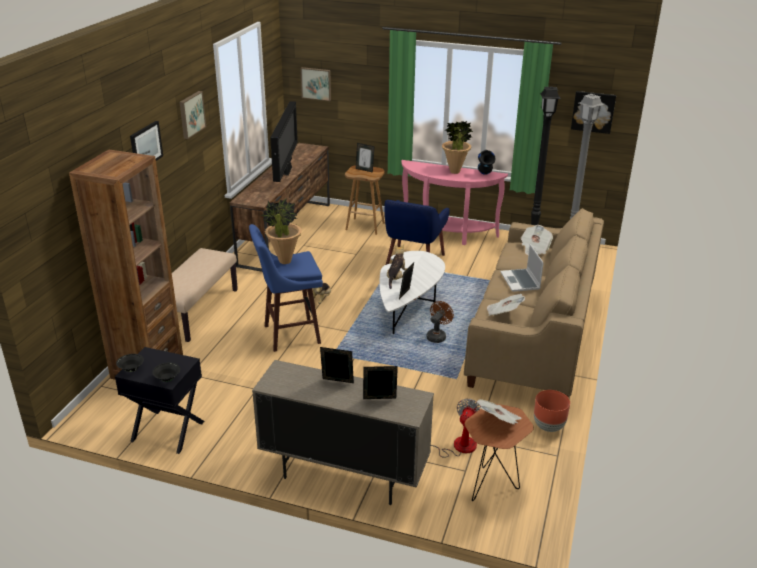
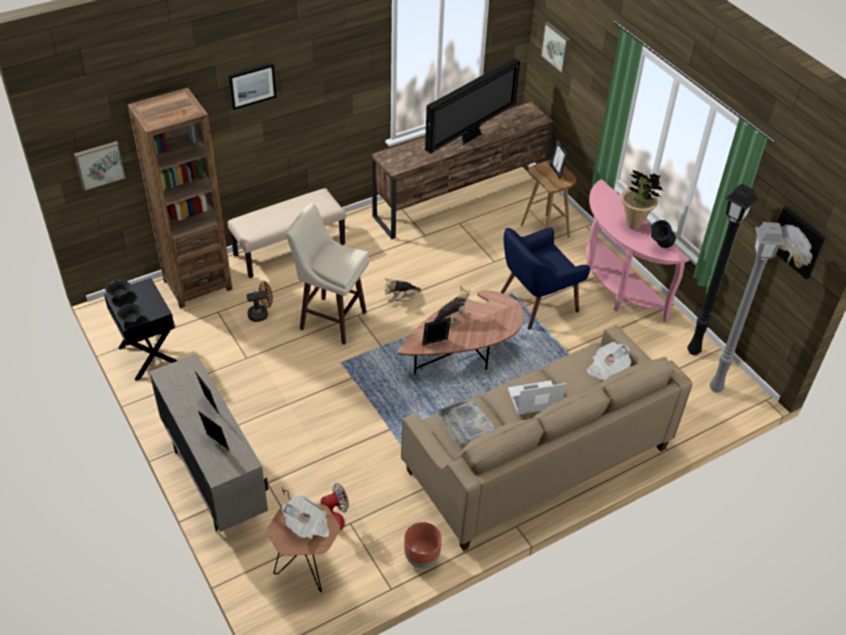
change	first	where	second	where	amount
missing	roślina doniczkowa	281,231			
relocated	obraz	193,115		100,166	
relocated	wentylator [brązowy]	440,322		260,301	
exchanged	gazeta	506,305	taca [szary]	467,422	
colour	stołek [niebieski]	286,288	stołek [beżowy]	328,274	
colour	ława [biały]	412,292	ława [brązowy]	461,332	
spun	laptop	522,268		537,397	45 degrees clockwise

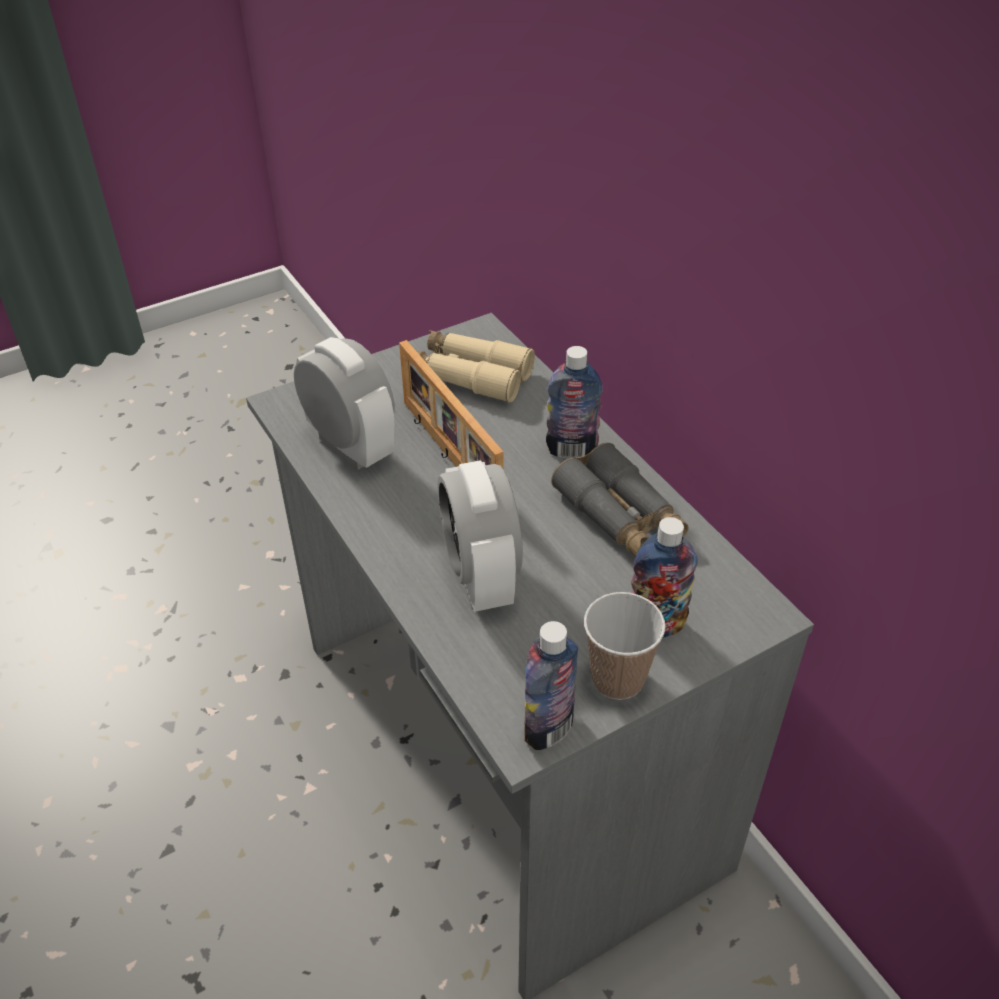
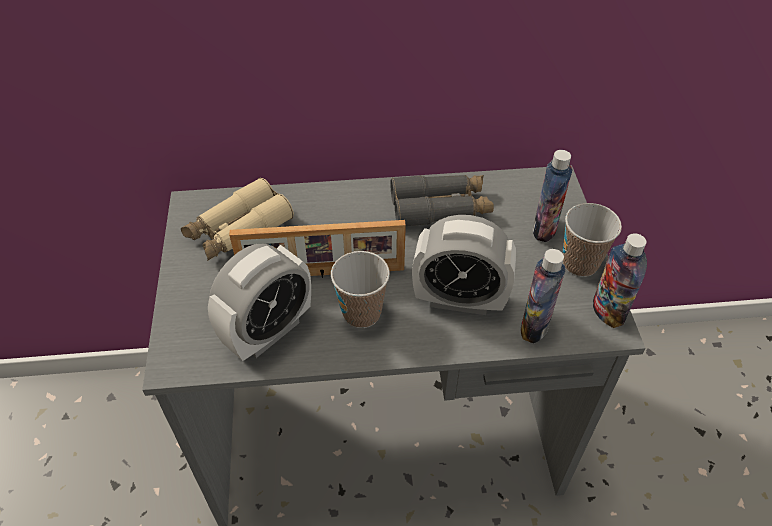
change	first	where	second	where	amount
appeared			filiżanka	360,289	
relocated	butelka	574,402		543,296	
spun	budzik	344,403		259,302	150 degrees clockwise

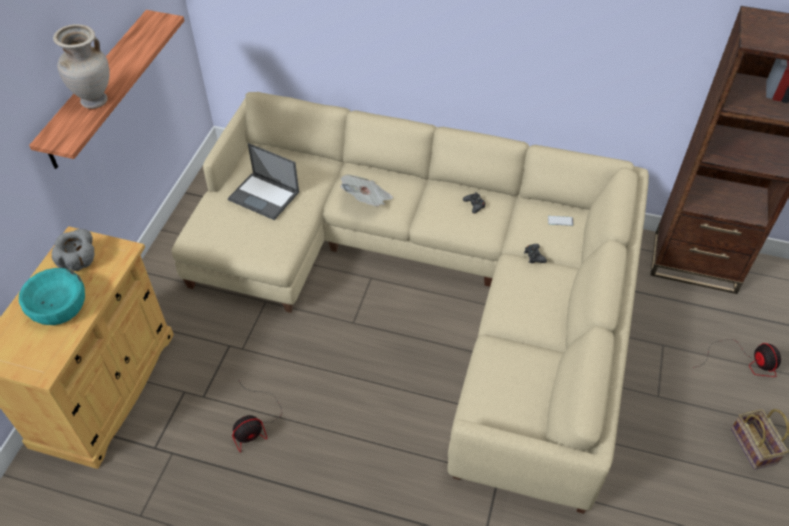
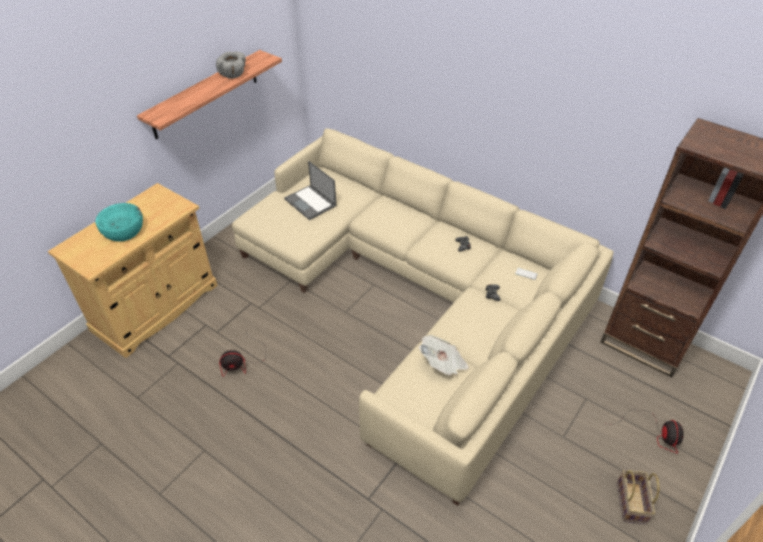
change	first	where	second	where	amount
missing	wazon [beżowy]	81,66			
relocated	miska [szary]	73,250		231,65	
relocated	gazeta	366,190		443,355	

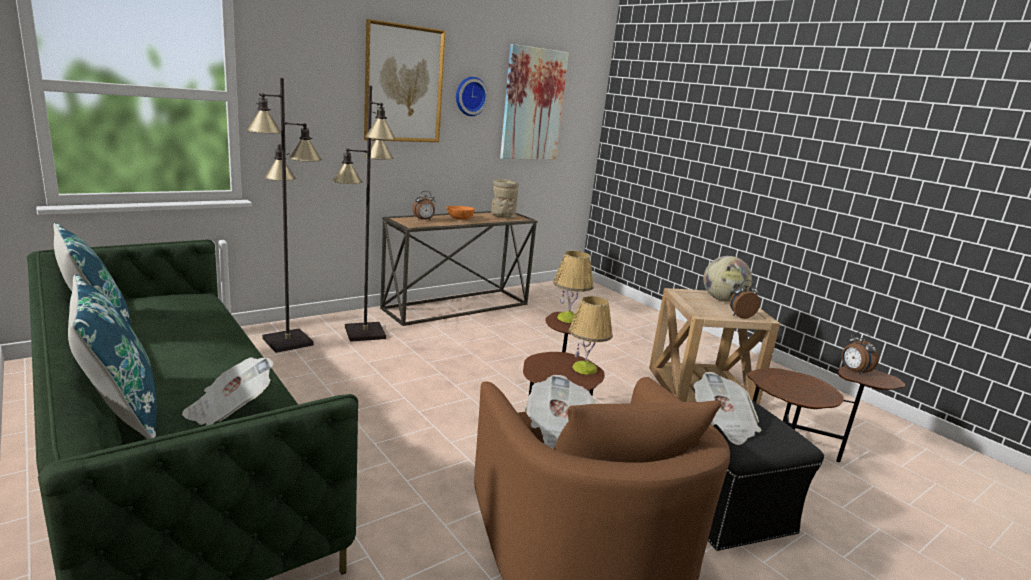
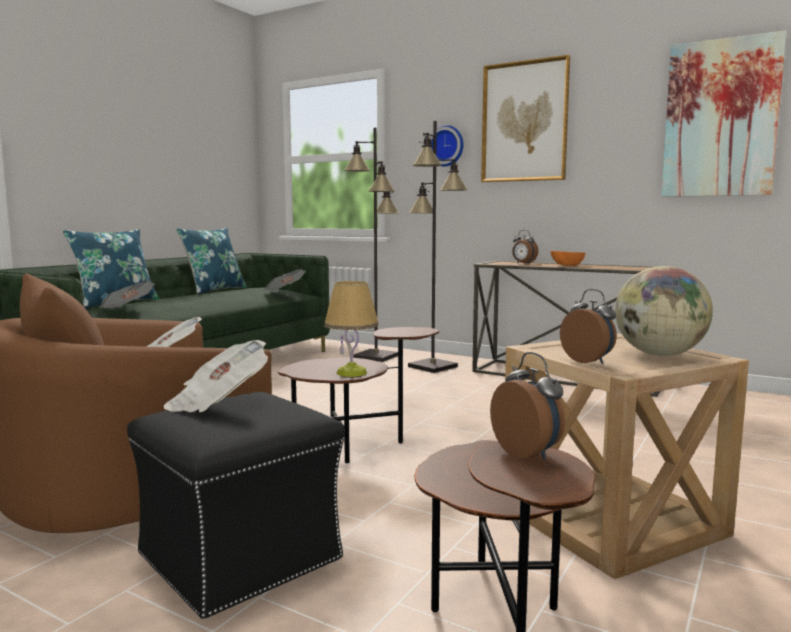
change	first	where	second	where	amount
missing	wazon [beżowy]	505,199			
missing	lampa stołowa	573,287			
appeared			gazeta	284,280	
relocated	zegar ścienny	472,96		447,145	
spun	budzik	860,353		527,406	105 degrees clockwise

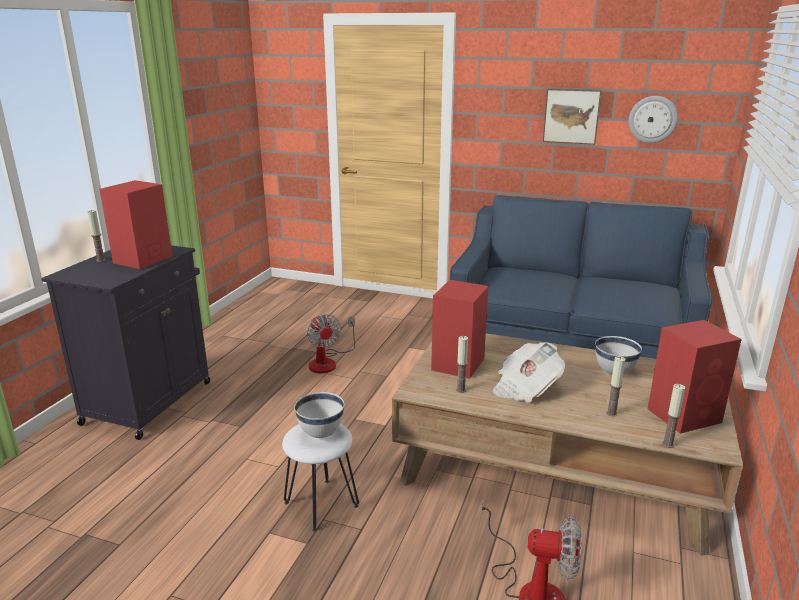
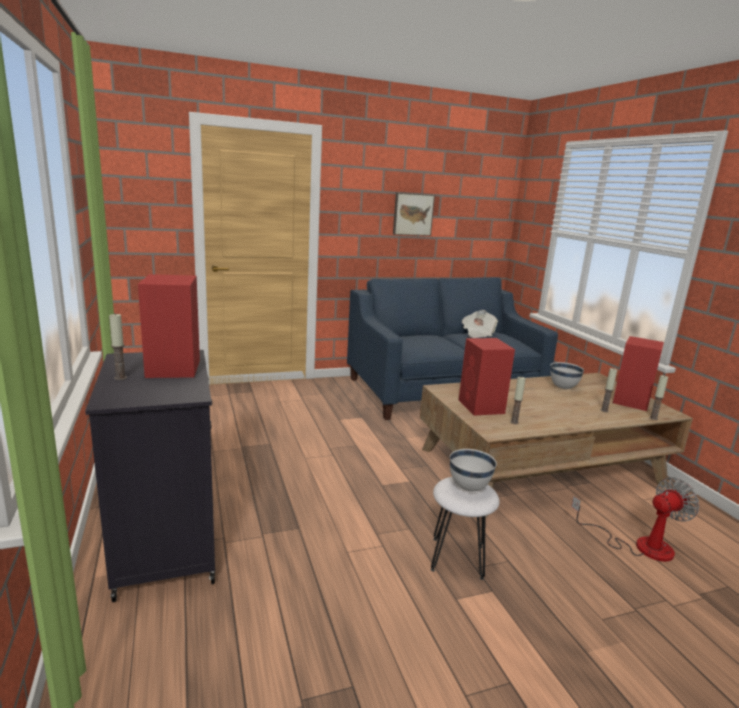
change	first	where	second	where	amount
missing	wentylator	331,343			
missing	zegar ścienny	653,119			
relocated	gazeta	529,372		480,324	

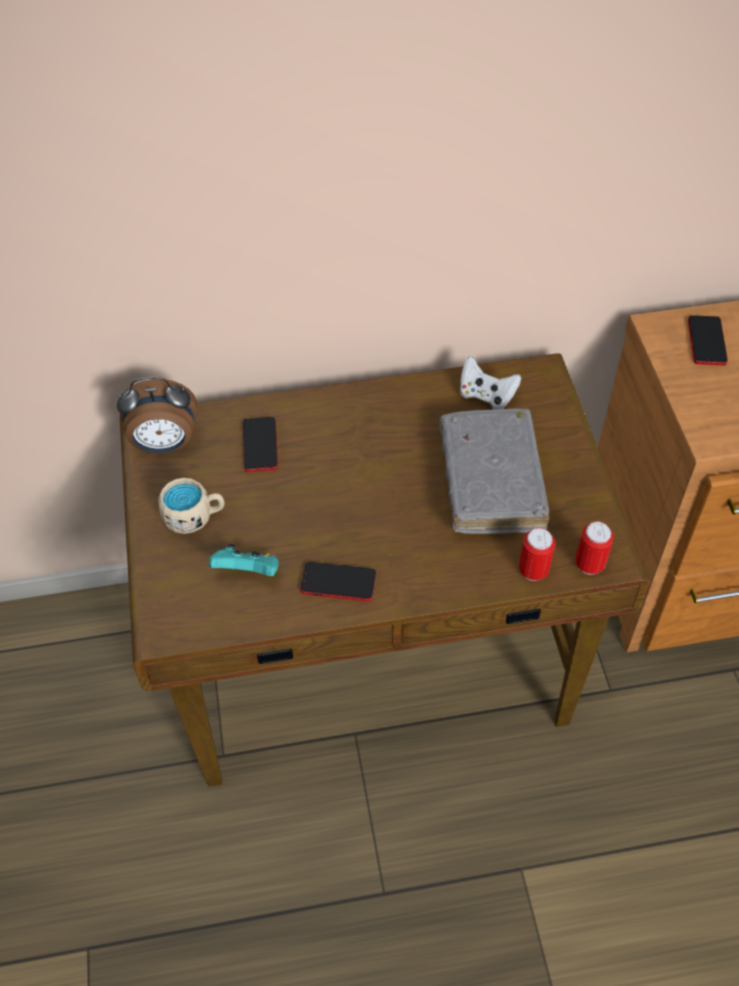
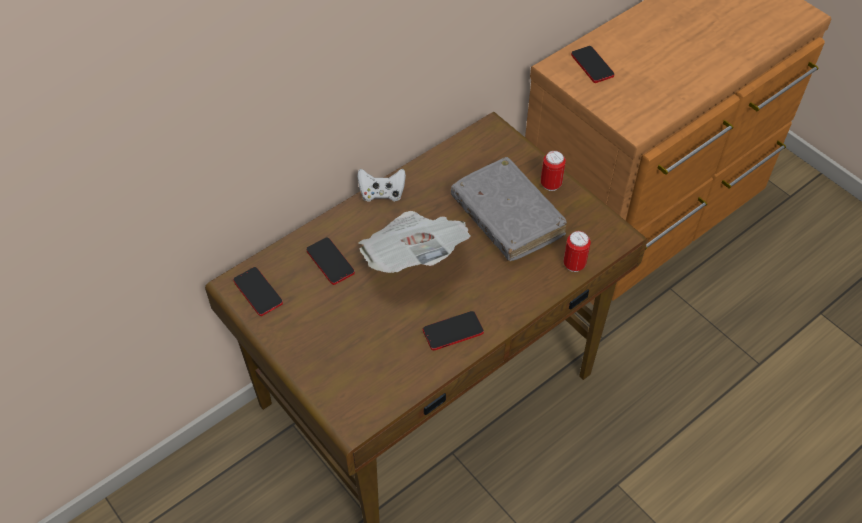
change	first	where	second	where	amount
missing	kubek [beżowy]	191,506			
missing	pad do gier [turkusowy]	244,560			
appeared			gazeta	414,242	
relocated	pad do gier [biały]	490,382		381,185	
relocated	puszka	594,548		553,171	
exchanged	budzik	157,415	telefon	258,291	

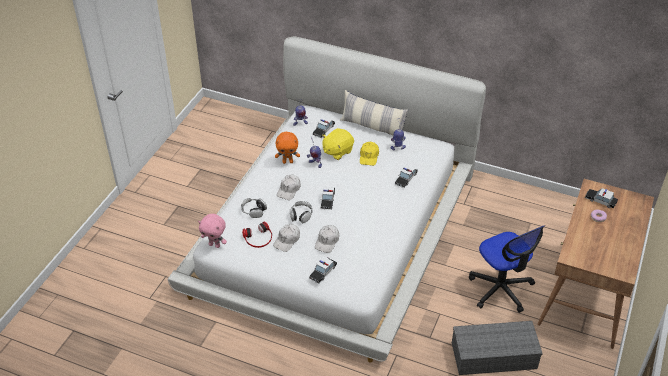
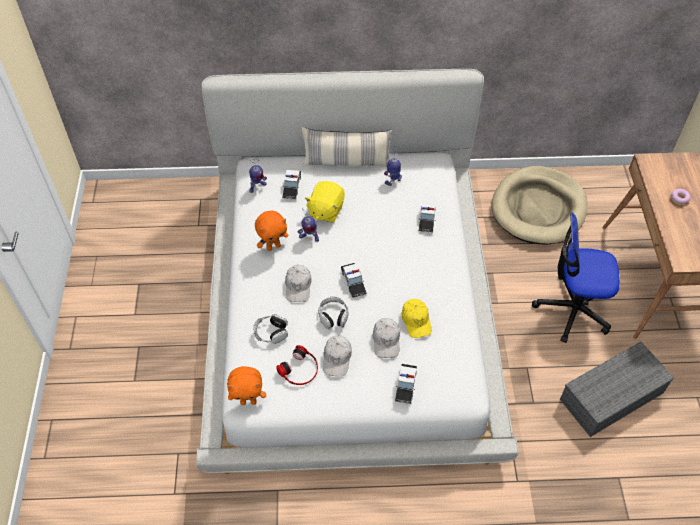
change	first	where	second	where	amount
missing	samochodzik	601,198			
appeared			legowisko [beżowy]	540,205	
relocated	czapka z daszkiem [żółty]	369,154		417,318	
colour	pluszak [różowy]	212,231	pluszak [pomarańczowy]	246,385	
spun	krzesło biurowe	507,269		576,278	150 degrees clockwise

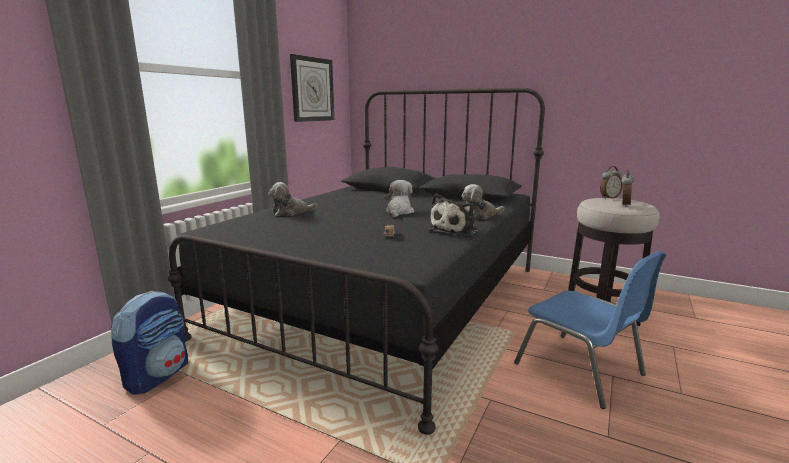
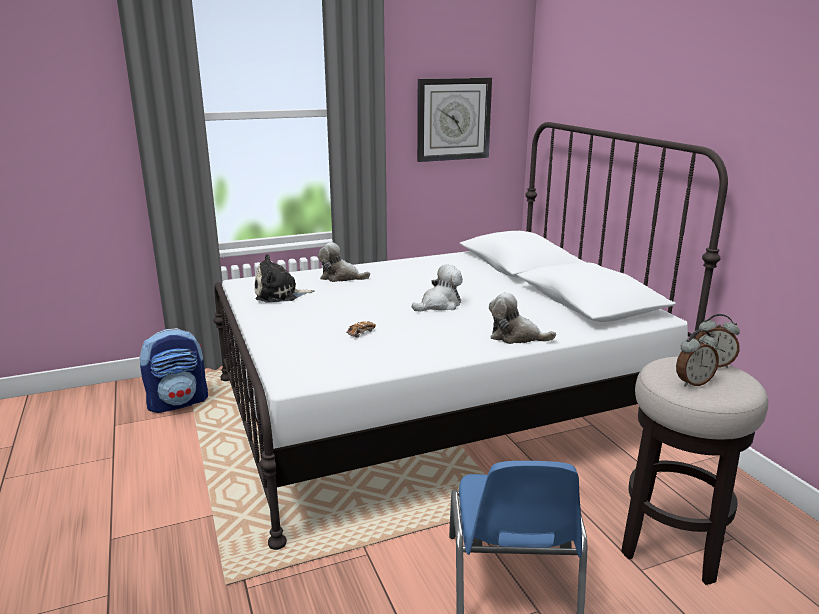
change	first	where	second	where	amount
relocated	pluszak	453,215		285,278	
colour	łóżko [czarny]	356,261	łóżko [biały]	470,336	

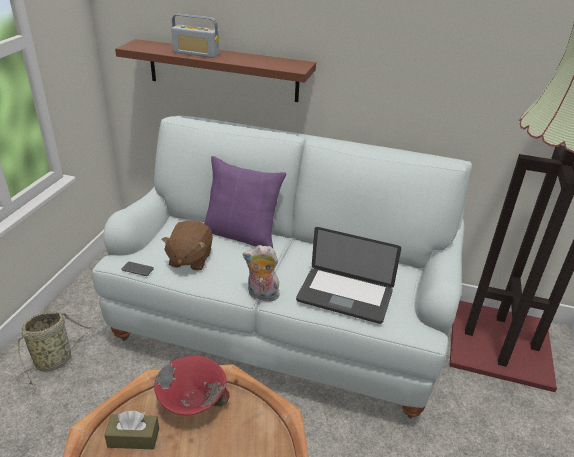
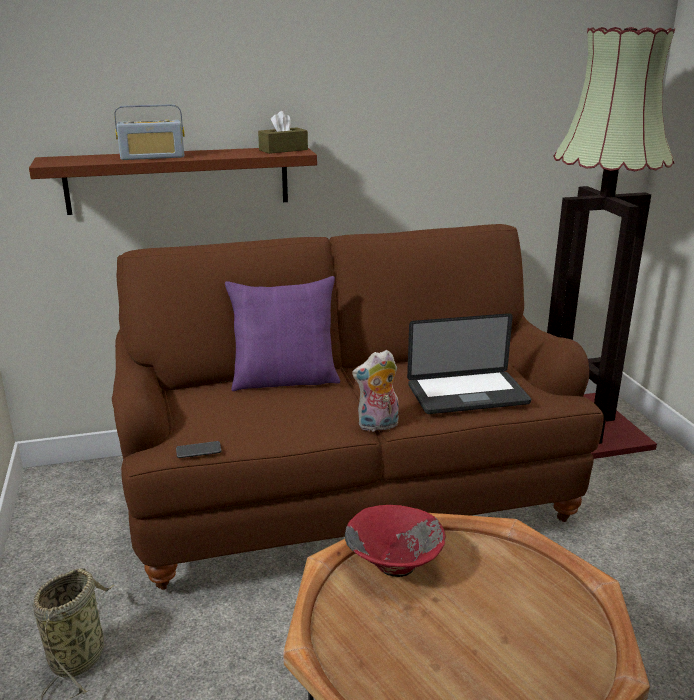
change	first	where	second	where	amount
missing	pluszak [brązowy]	187,245			
relocated	pudełko chusteczek [brązowy]	131,430		283,132	
colour	kanapa [biały]	282,267	kanapa [brązowy]	358,407	

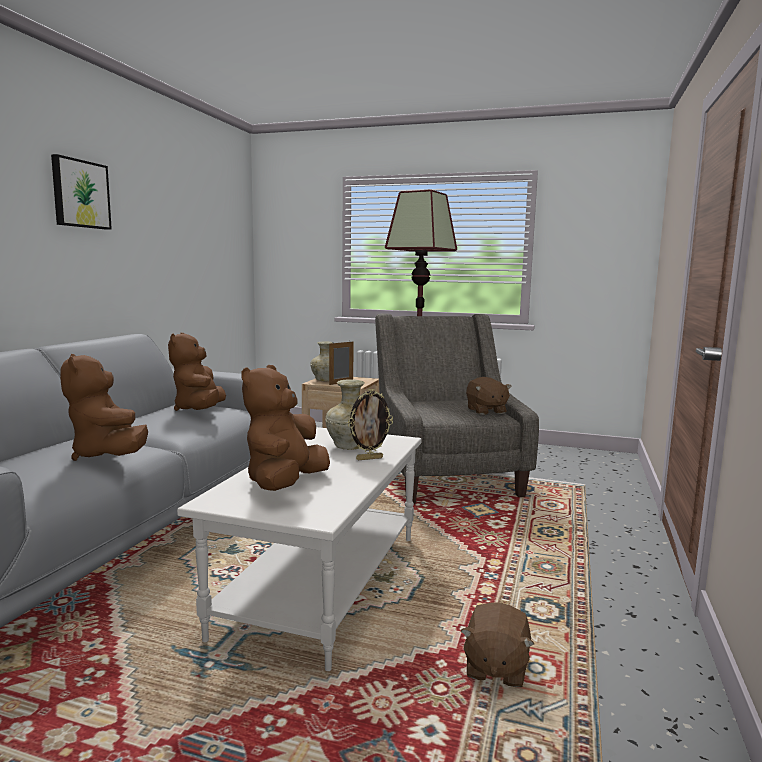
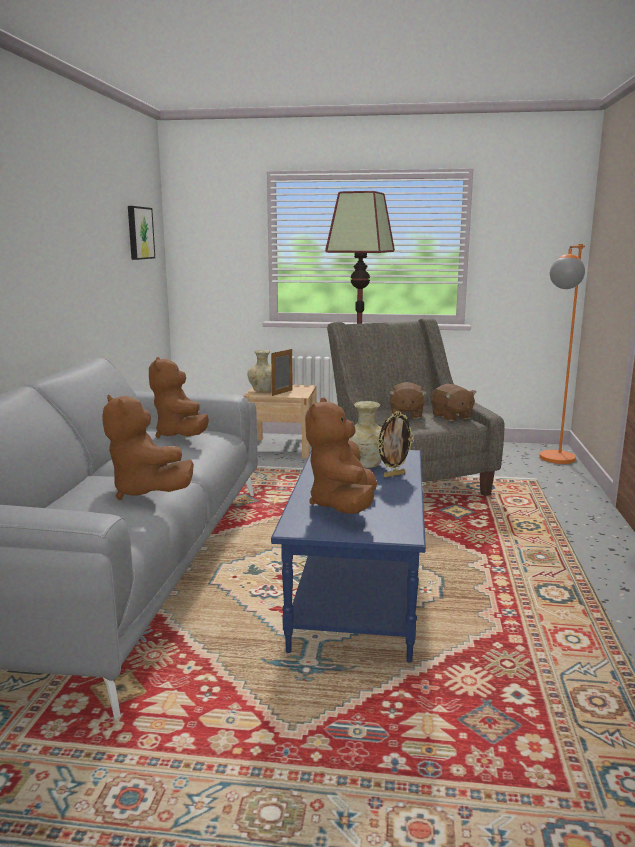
change	first	where	second	where	amount
appeared			lampa stojąca [pomarańczowy]	562,354	
relocated	obraz	81,192		141,233	
relocated	pluszak [brązowy]	497,645		408,400	
colour	ława [biały]	299,549	ława [niebieski]	348,556	

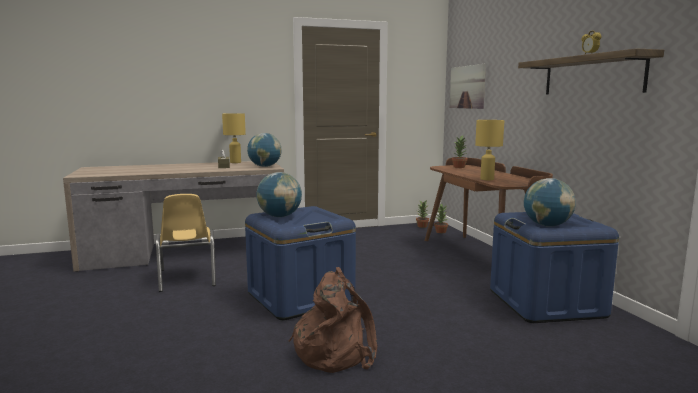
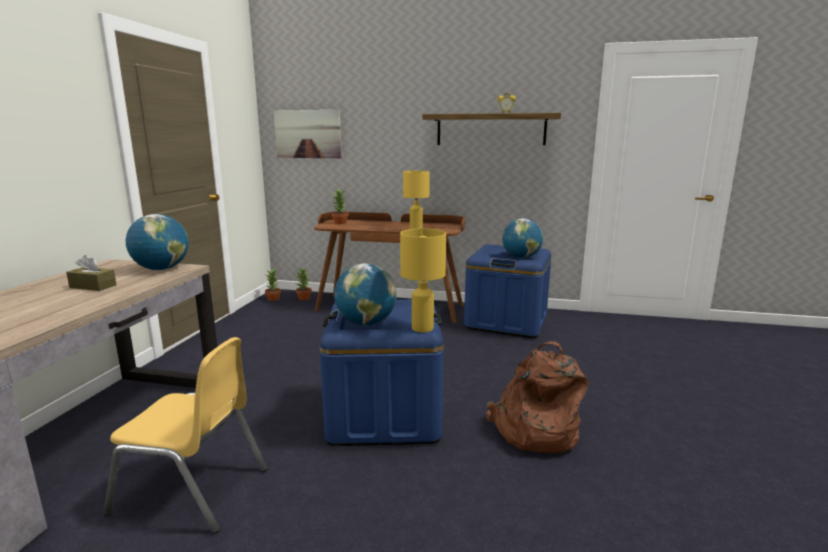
change	first	where	second	where	amount
relocated	lampa stołowa [żółty]	234,138		423,280	

